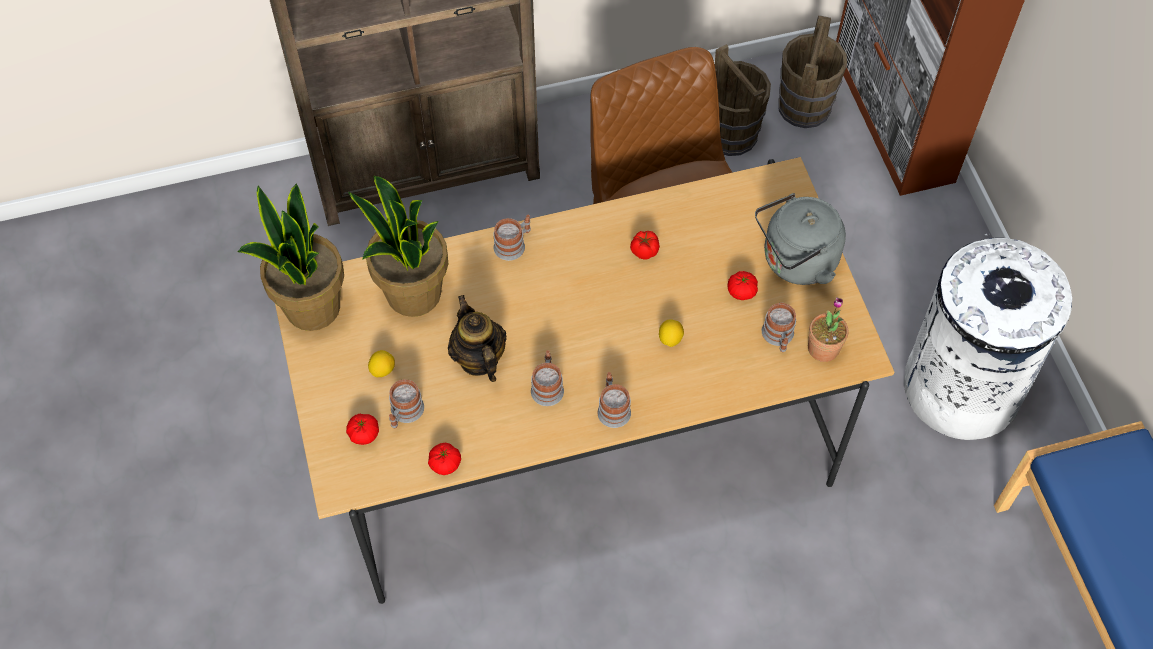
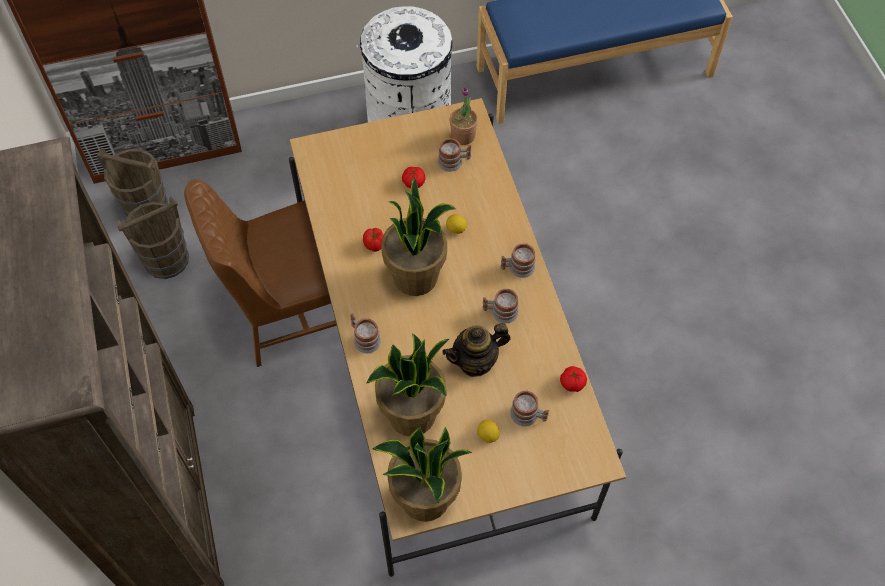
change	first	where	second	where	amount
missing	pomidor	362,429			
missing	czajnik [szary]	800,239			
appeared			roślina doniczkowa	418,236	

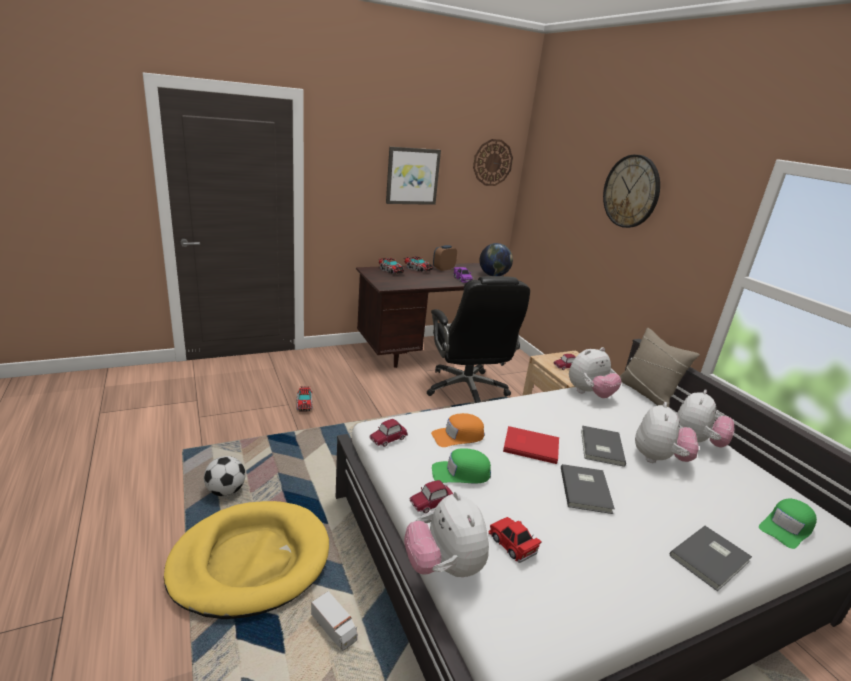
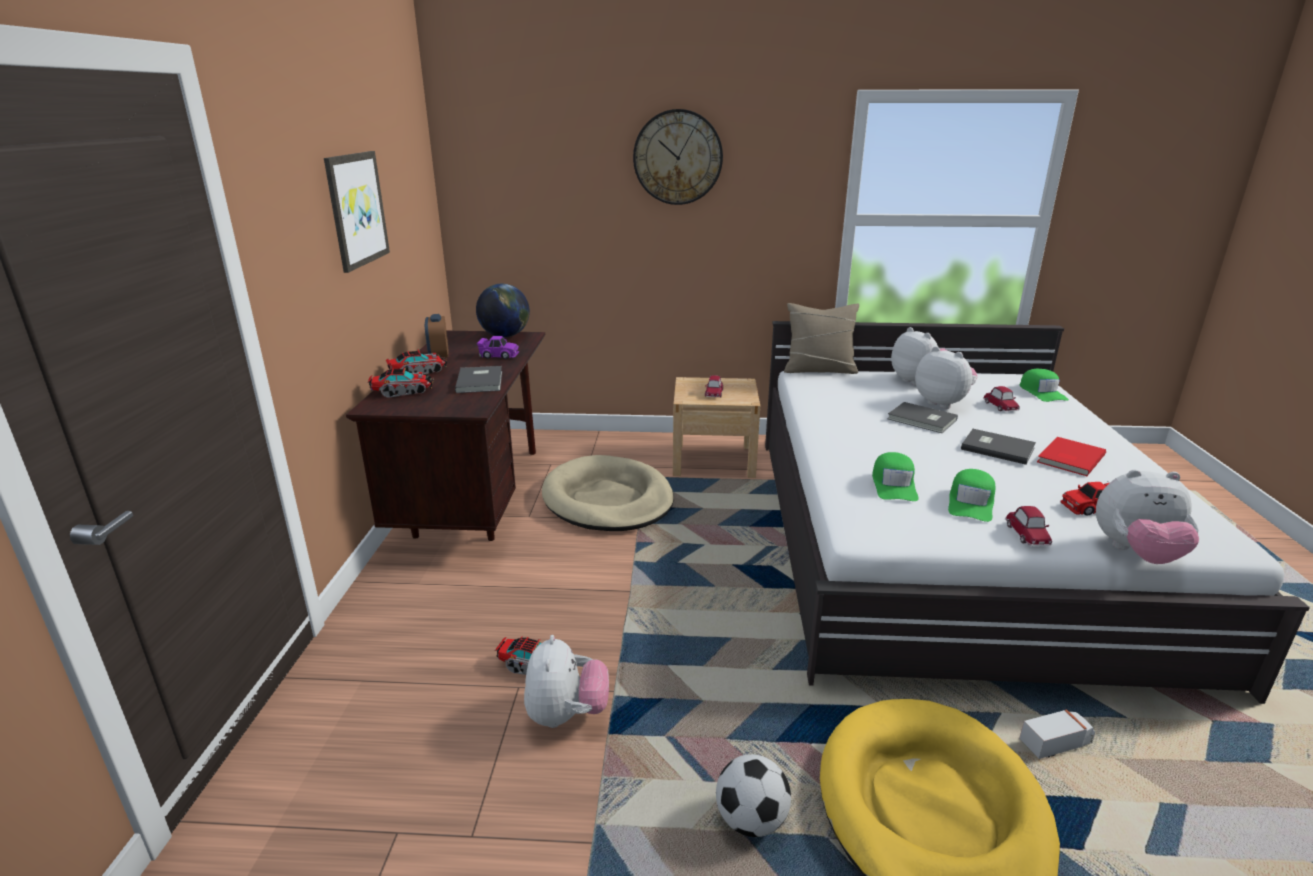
change	first	where	second	where	amount
missing	zegar ścienny	493,162			
relocated	samochodzik	388,433		1001,398	
relocated	książka [czerwony]	531,445		1071,456	
relocated	pluszak	595,372		566,681	
relocated	książka [szary]	711,558		478,379	
exchanged	krzesło biurowe [czarny]	478,339	legowisko [beżowy]	608,493	
colour	czapka z daszkiem [pomarańczowy]	458,430	czapka z daszkiem [zielony]	895,476	

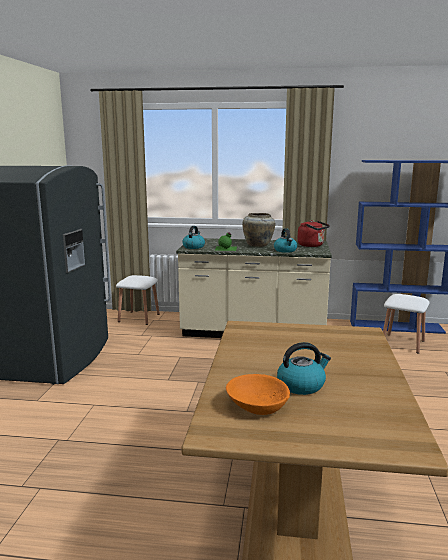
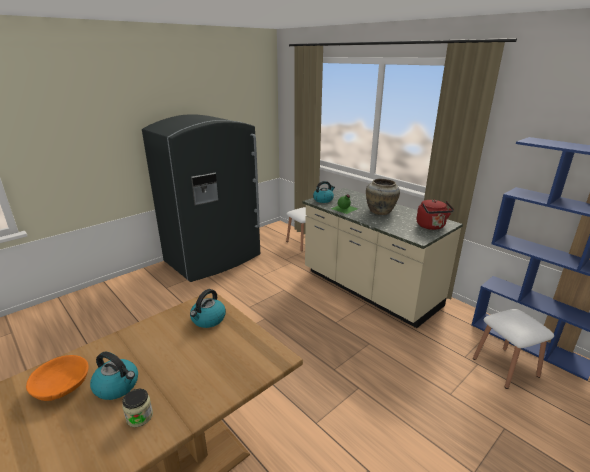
change	first	where	second	where	amount
appeared			słoik	137,408	
relocated	czajnik	285,240		208,308	

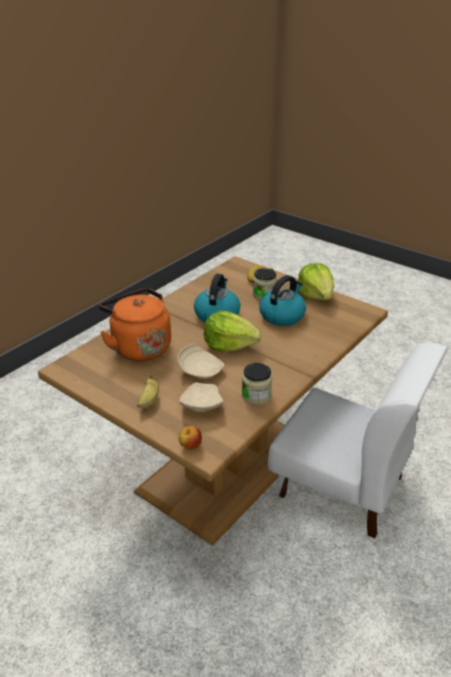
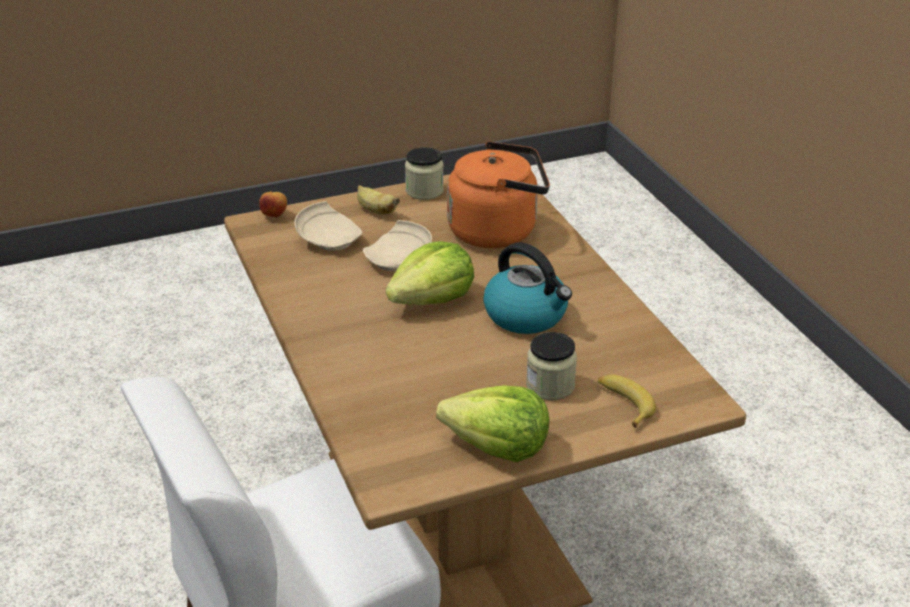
change	first	where	second	where	amount
missing	czajnik	282,300			
relocated	słoik	257,384		424,173	

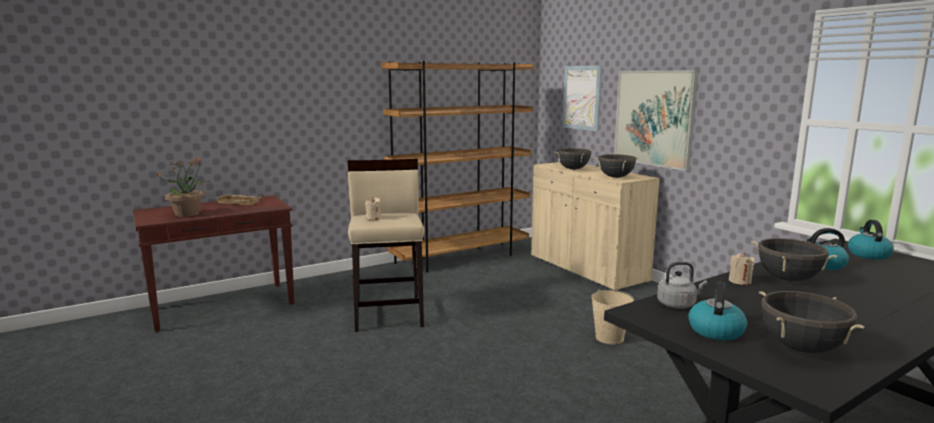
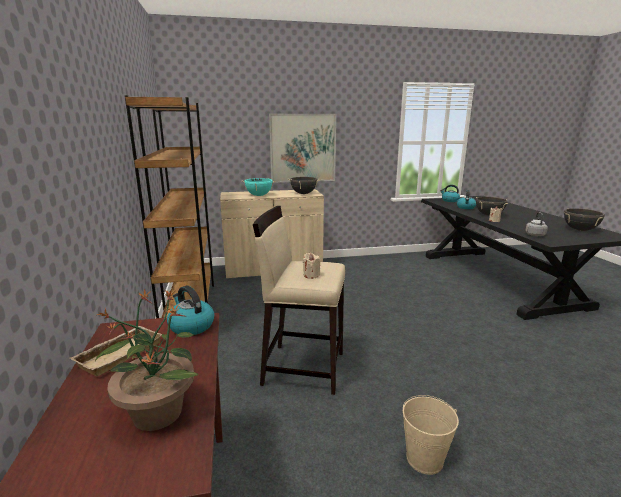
change	first	where	second	where	amount
missing	obraz	582,98			
relocated	wiadro [beżowy]	612,317		431,435	
relocated	czajnik	718,311		190,310	
colour	garnek [czarny]	574,159	garnek [turkusowy]	259,187	

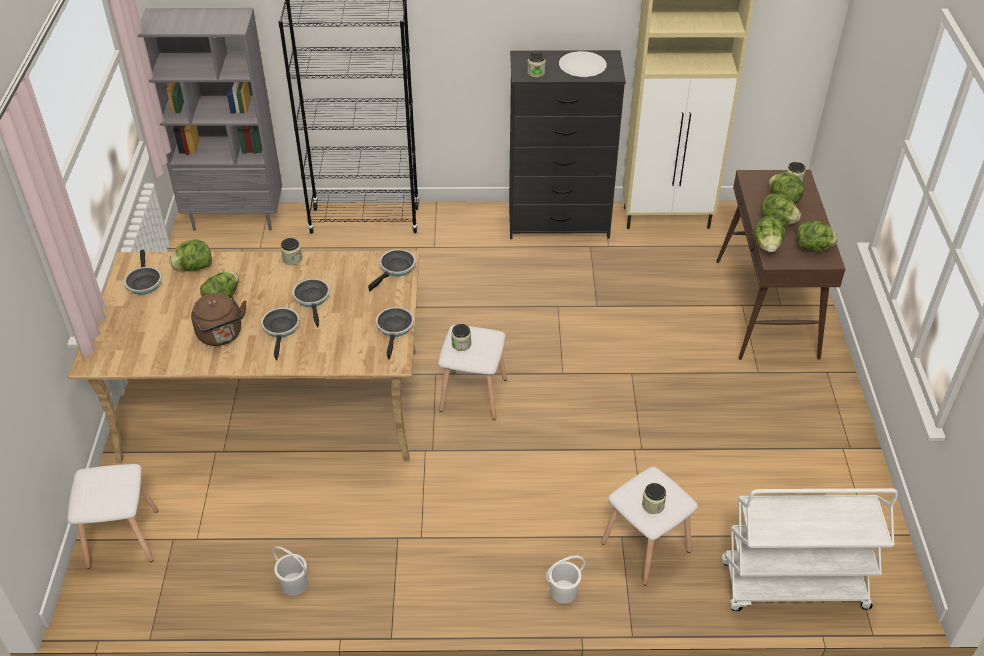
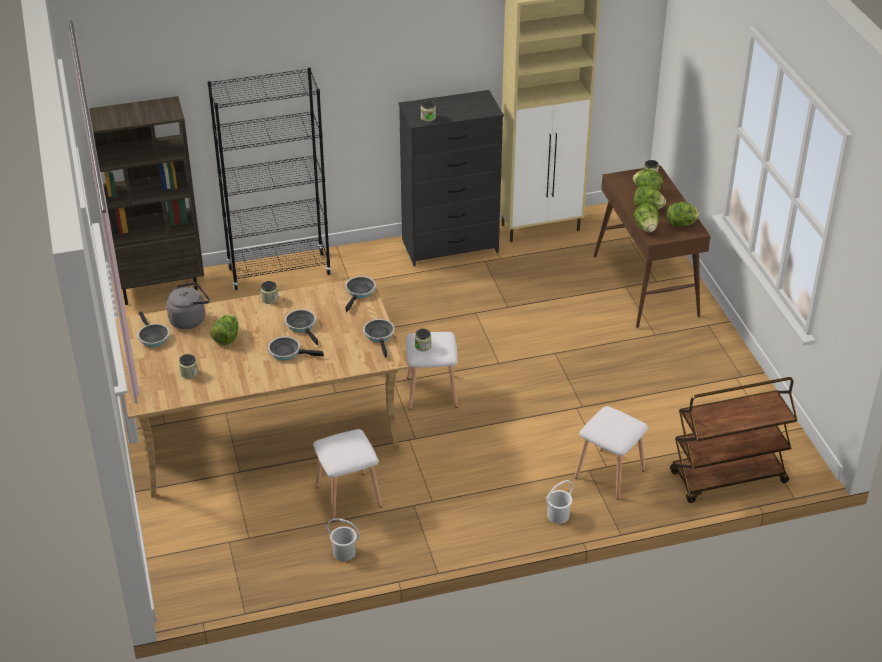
change	first	where	second	where	amount
missing	czajnik [brązowy]	219,319			
missing	talerz [biały]	583,64			
relocated	stołek [biały]	112,516		347,474	
relocated	słoik	654,498		188,366	
exchanged	sałata	190,255	czajnik [szary]	188,305	
colour	regał [szary]	210,119	regał [brązowy]	146,200	
colour	wózek [biały]	810,549	wózek [brązowy]	734,440	
spun	patelnia	280,334		296,348	60 degrees counterclockwise

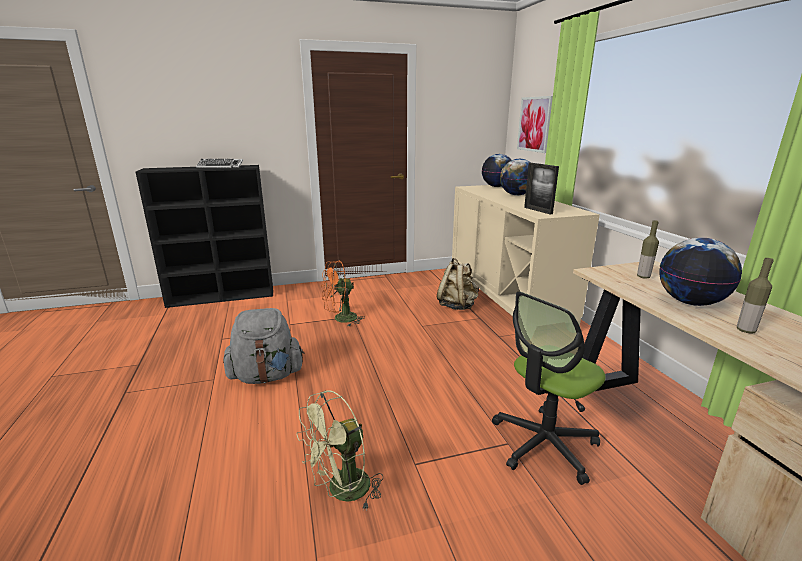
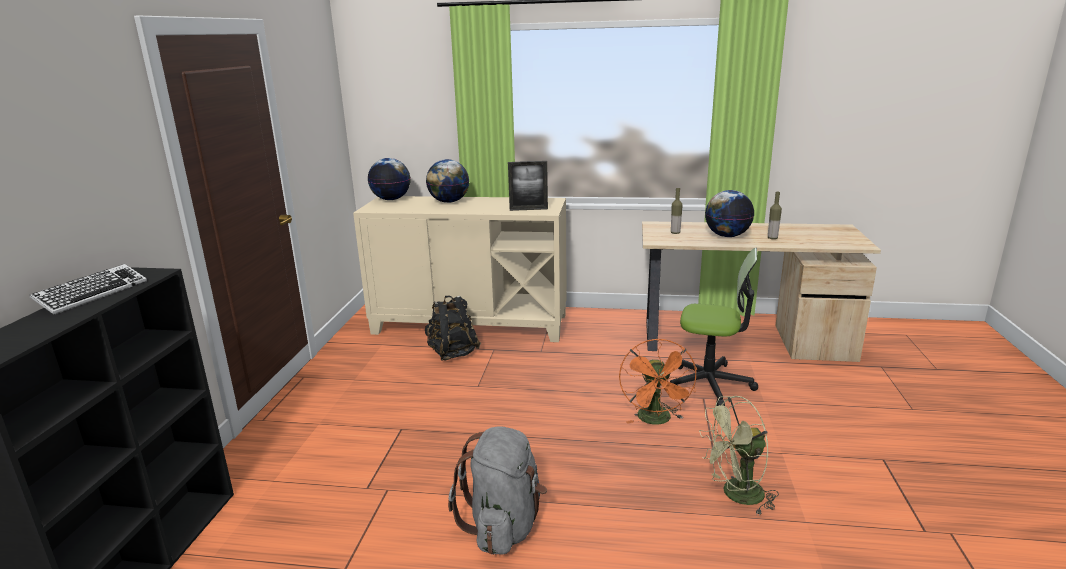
change	first	where	second	where	amount
missing	obraz	535,124			
relocated	wentylator [pomarańczowy]	343,293		658,381	
colour	plecak [beżowy]	458,284	plecak [czarny]	453,328	
spun	wentylator [zielony]	340,449		739,455	90 degrees clockwise
spun	krzesło biurowe	549,388		714,327	60 degrees counterclockwise

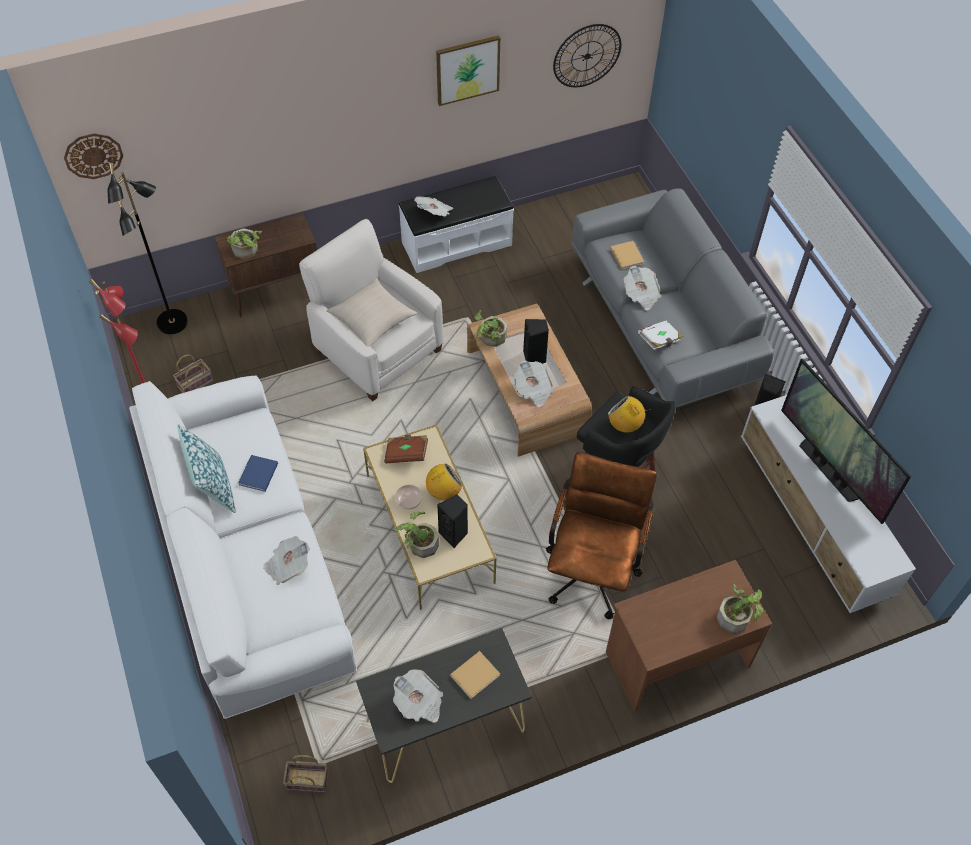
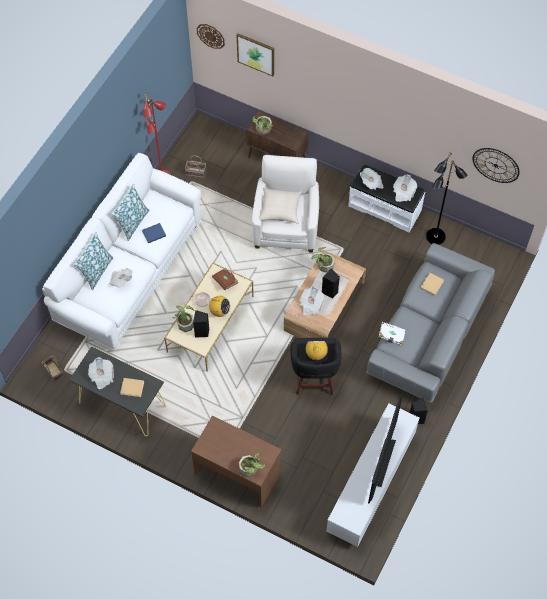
change	first	where	second	where	amount
missing	krzesło biurowe [brązowy]	601,535			
appeared			poduszka	93,261	
relocated	lampa stojąca [czarny]	147,248		447,198	
relocated	obraz	468,70		255,54	
relocated	gazeta	642,288		405,188	

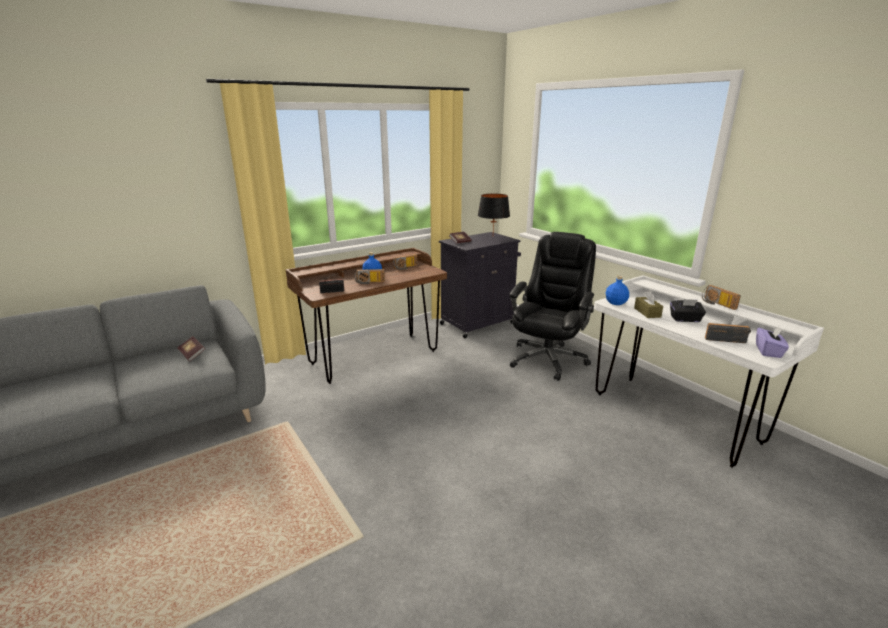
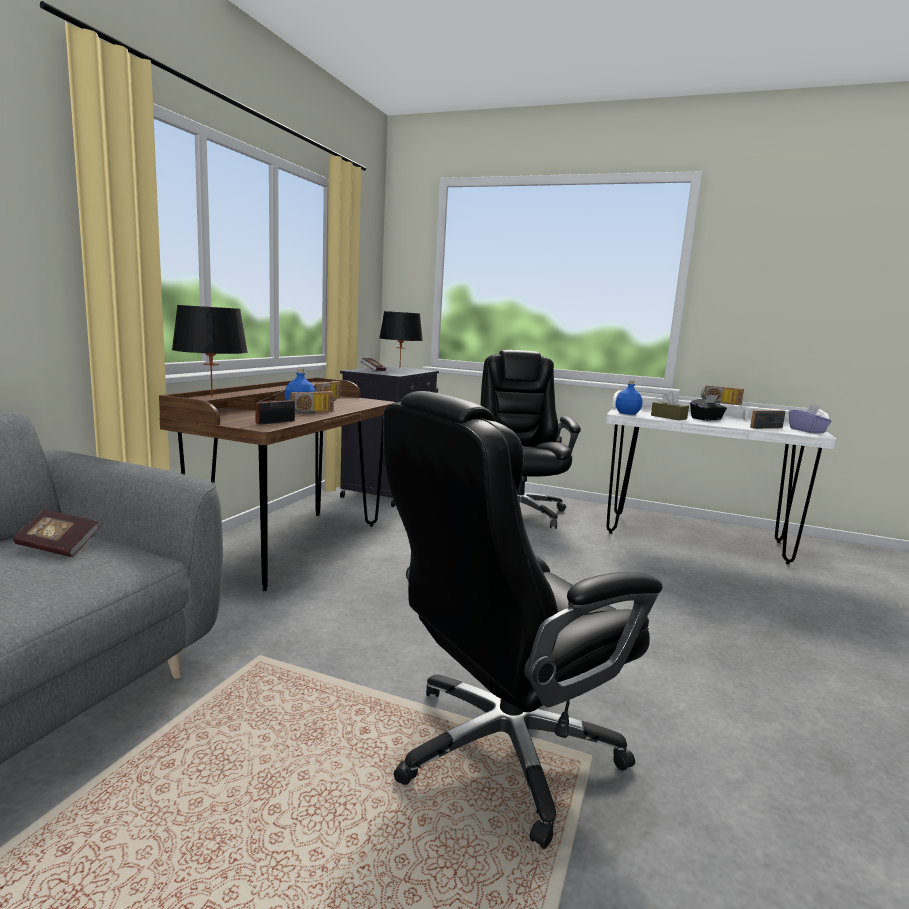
change	first	where	second	where	amount
appeared			lampa stołowa [czarny]	210,351	
appeared			krzesło biurowe [czarny]	523,620	

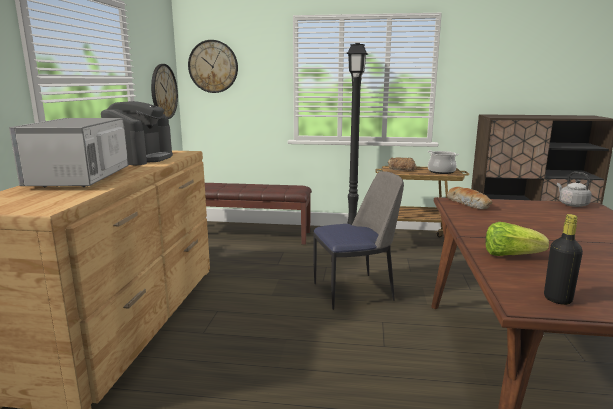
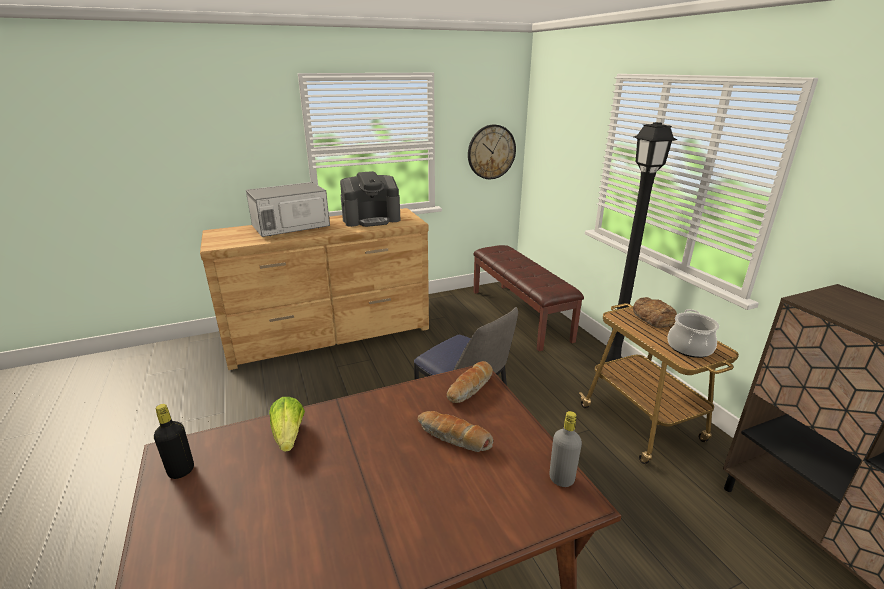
change	first	where	second	where	amount
missing	zegar ścienny	213,66			
appeared			chleb	455,431	
exchanged	czajnik [szary]	574,189	butelka [szary]	565,449	

